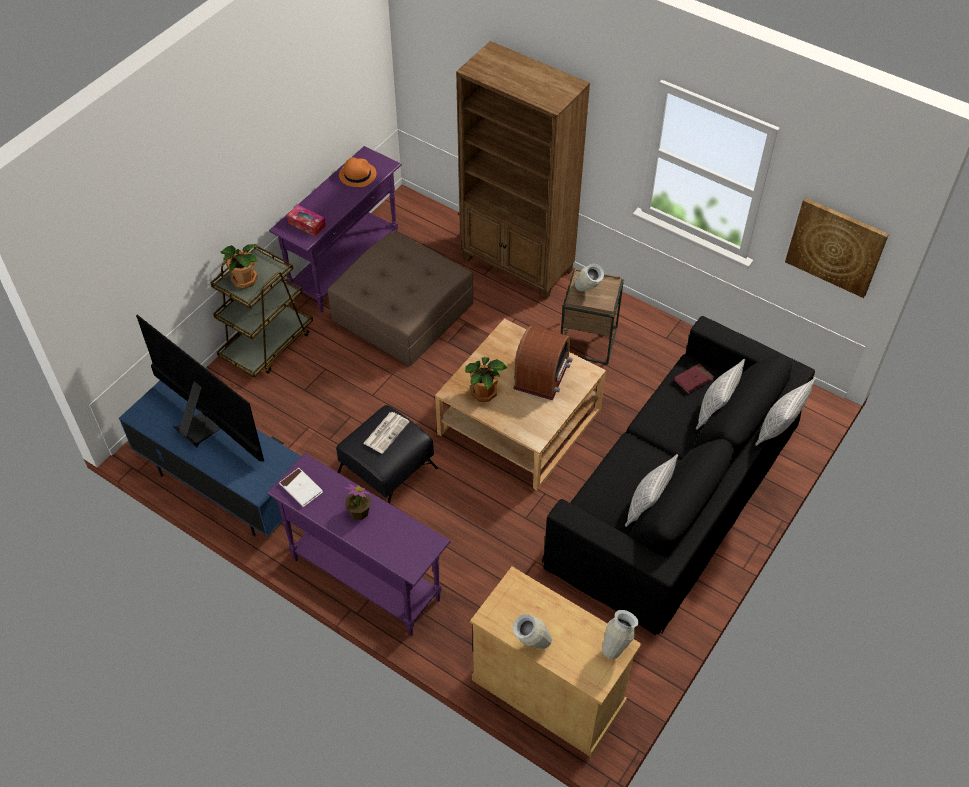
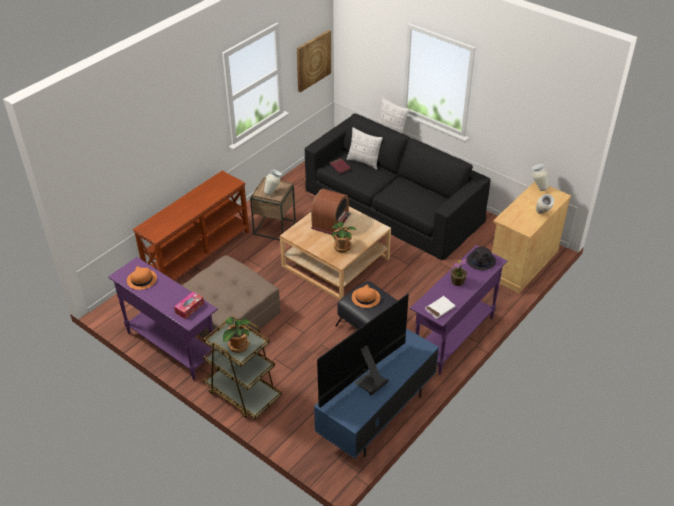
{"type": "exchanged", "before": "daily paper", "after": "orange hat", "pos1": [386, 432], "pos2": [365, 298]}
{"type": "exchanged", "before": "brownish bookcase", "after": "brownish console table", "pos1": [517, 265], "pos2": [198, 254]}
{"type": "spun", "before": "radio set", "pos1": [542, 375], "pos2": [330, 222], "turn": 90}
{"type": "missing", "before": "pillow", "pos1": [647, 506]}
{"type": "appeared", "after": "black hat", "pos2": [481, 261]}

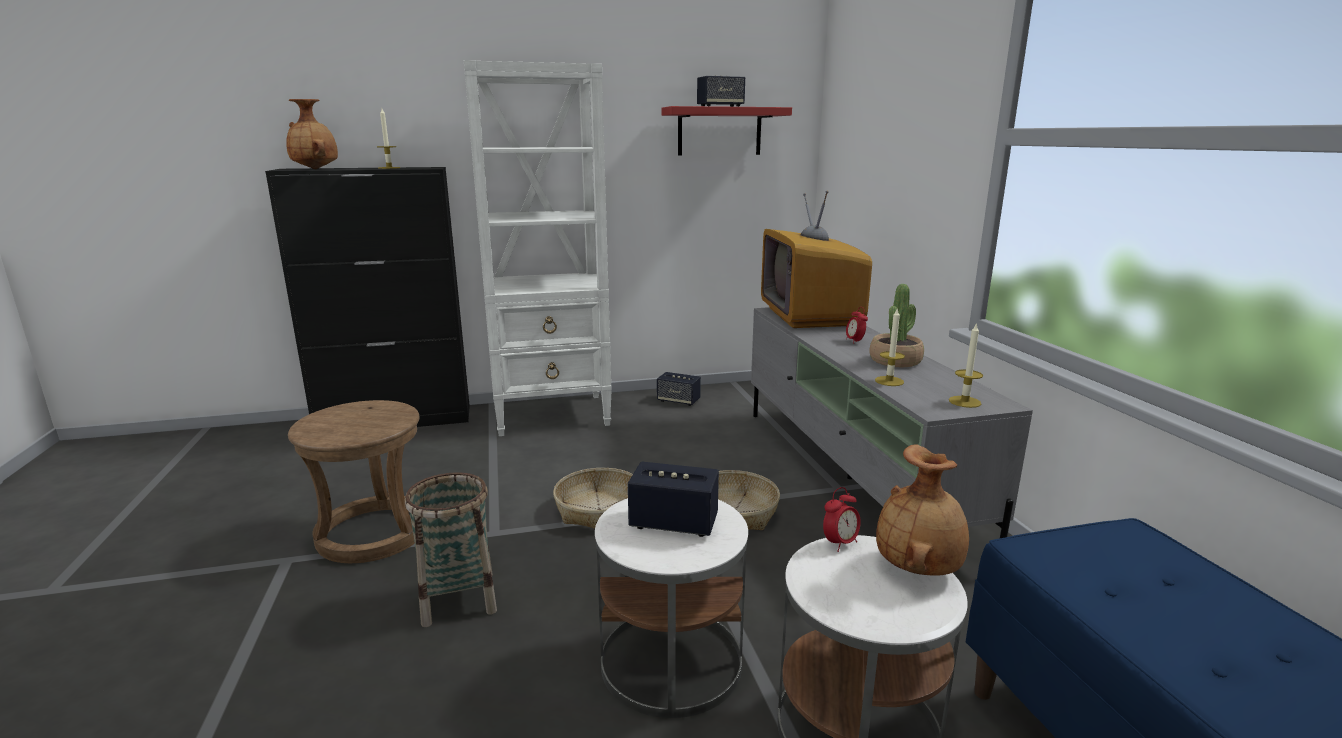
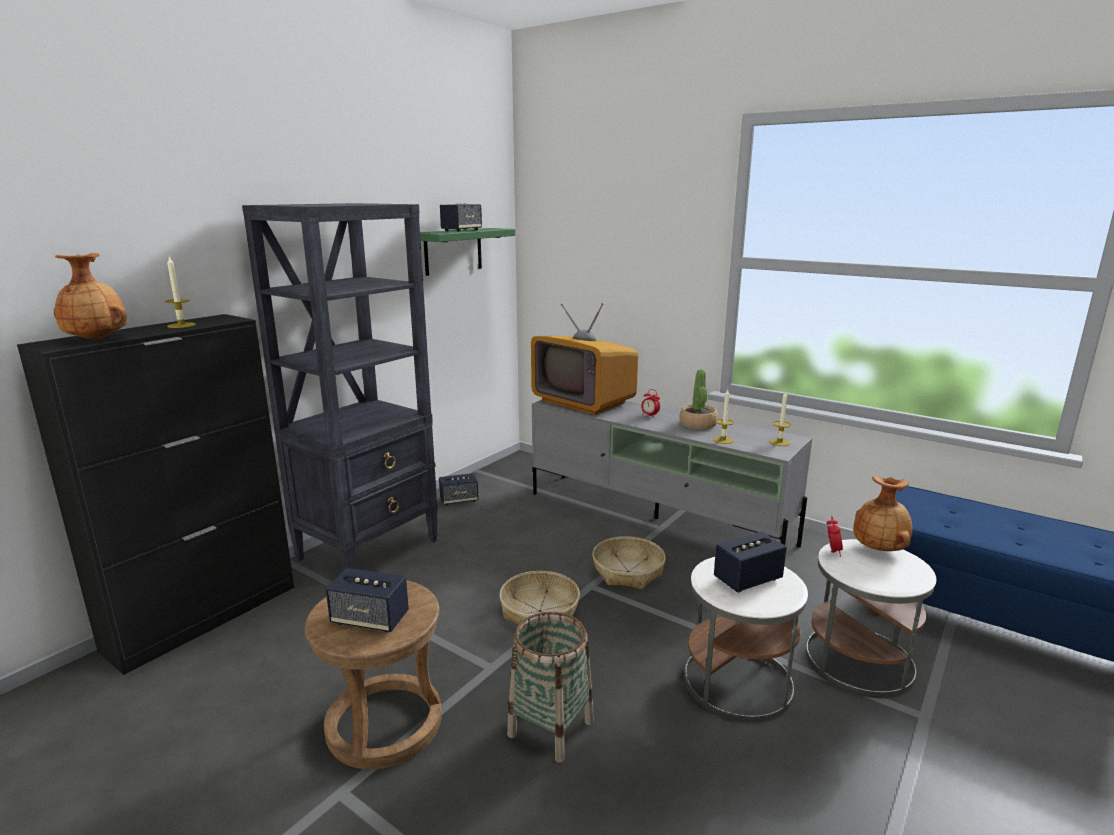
{"type": "colour", "before": "whitish bookcase", "after": "black bookcase", "pos1": [553, 414], "pos2": [369, 549]}
{"type": "colour", "before": "red shelf", "after": "greenish shelf", "pos1": [719, 131], "pos2": [453, 251]}
{"type": "appeared", "after": "loudspeaker", "pos2": [370, 619]}

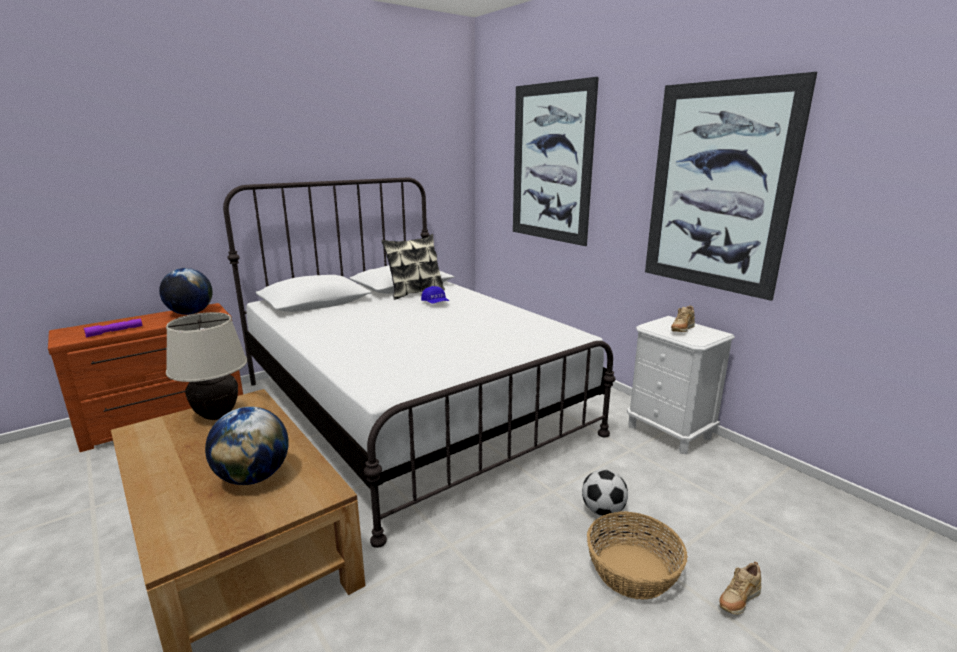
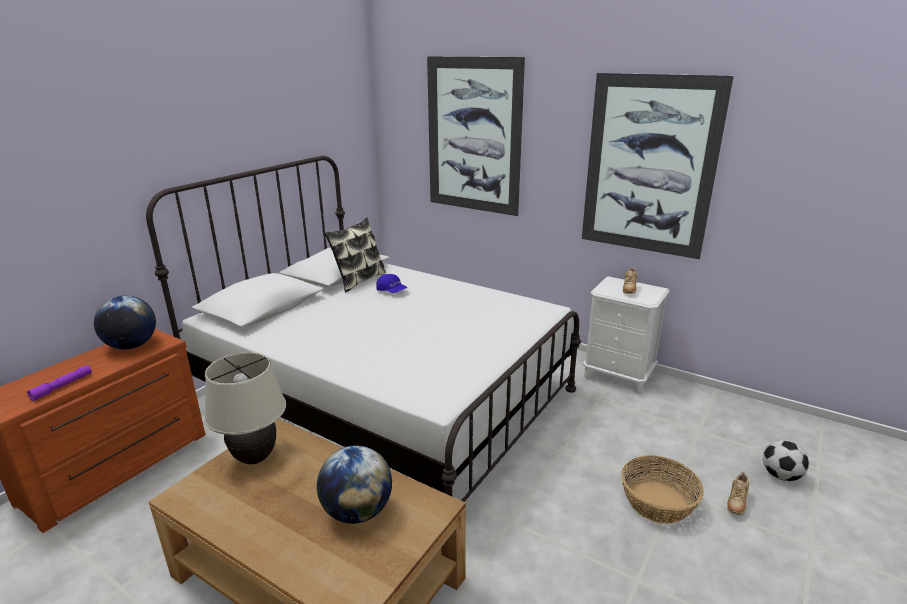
{"type": "relocated", "before": "football", "pos1": [603, 511], "pos2": [781, 476]}

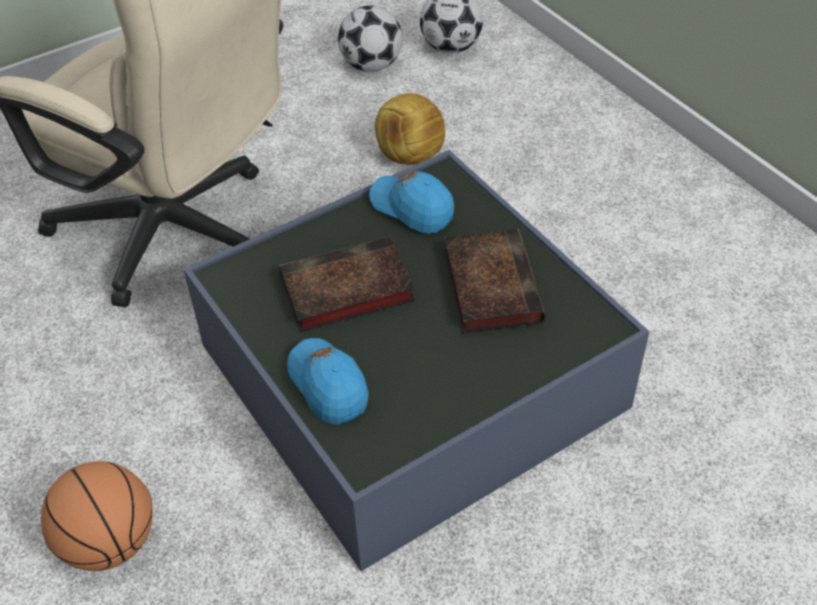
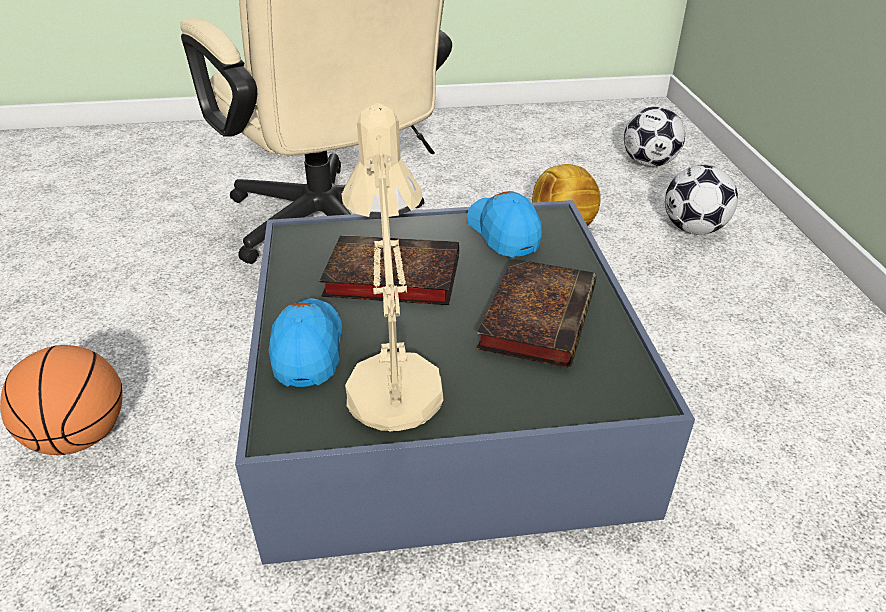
{"type": "relocated", "before": "football", "pos1": [371, 65], "pos2": [693, 229]}
{"type": "appeared", "after": "sand-coloured tabletop lamp", "pos2": [393, 379]}

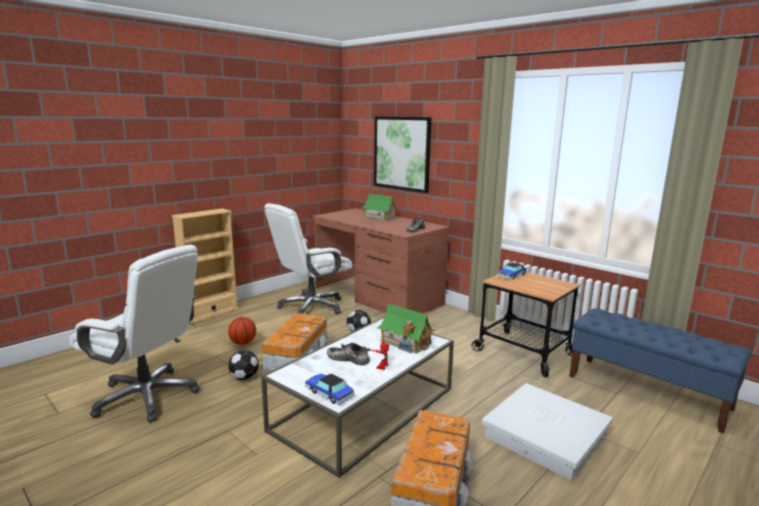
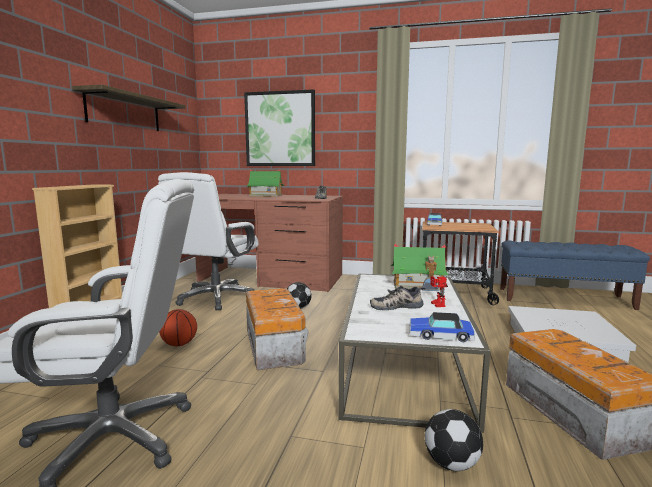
{"type": "relocated", "before": "football", "pos1": [244, 377], "pos2": [451, 463]}
{"type": "appeared", "after": "shelf", "pos2": [124, 112]}

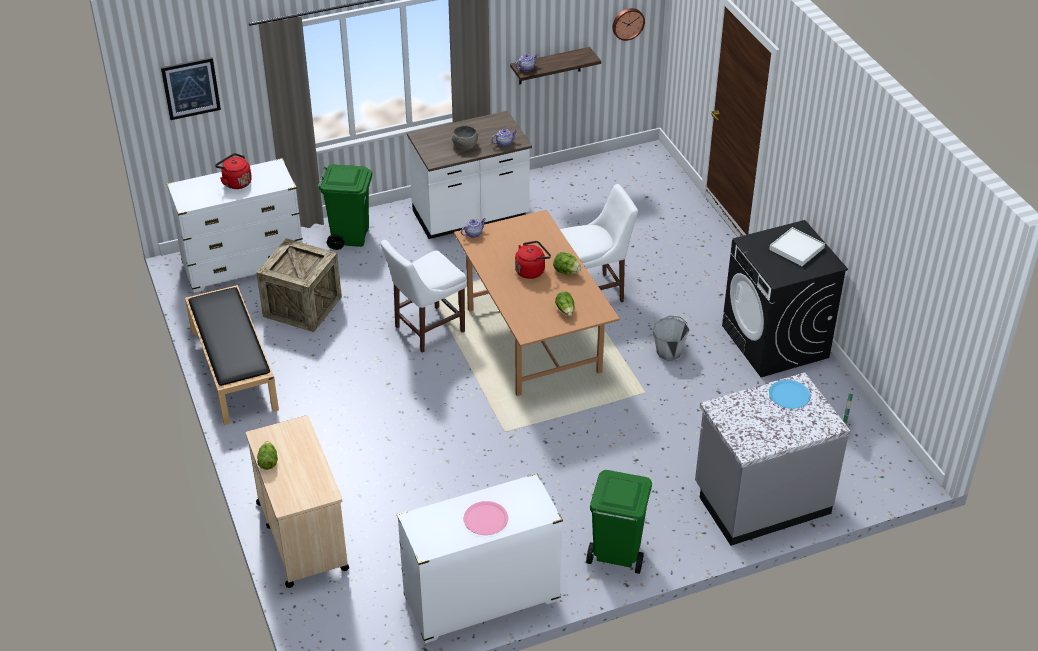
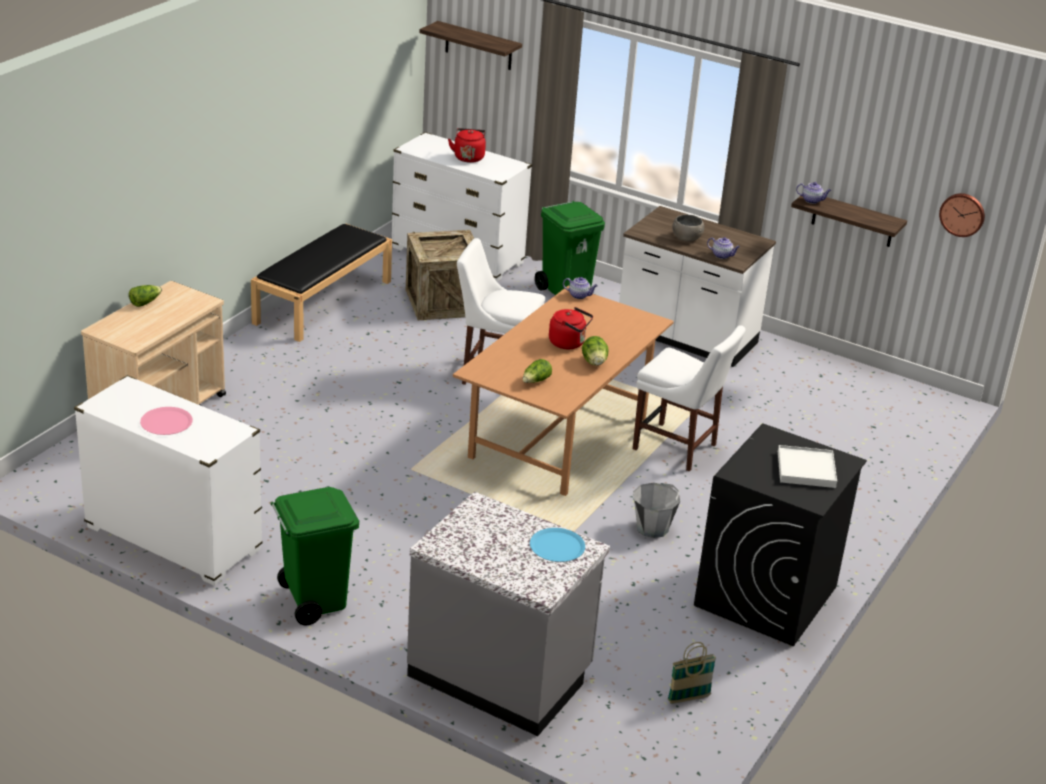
{"type": "exchanged", "before": "wall picture", "after": "shelf", "pos1": [190, 88], "pos2": [478, 46]}

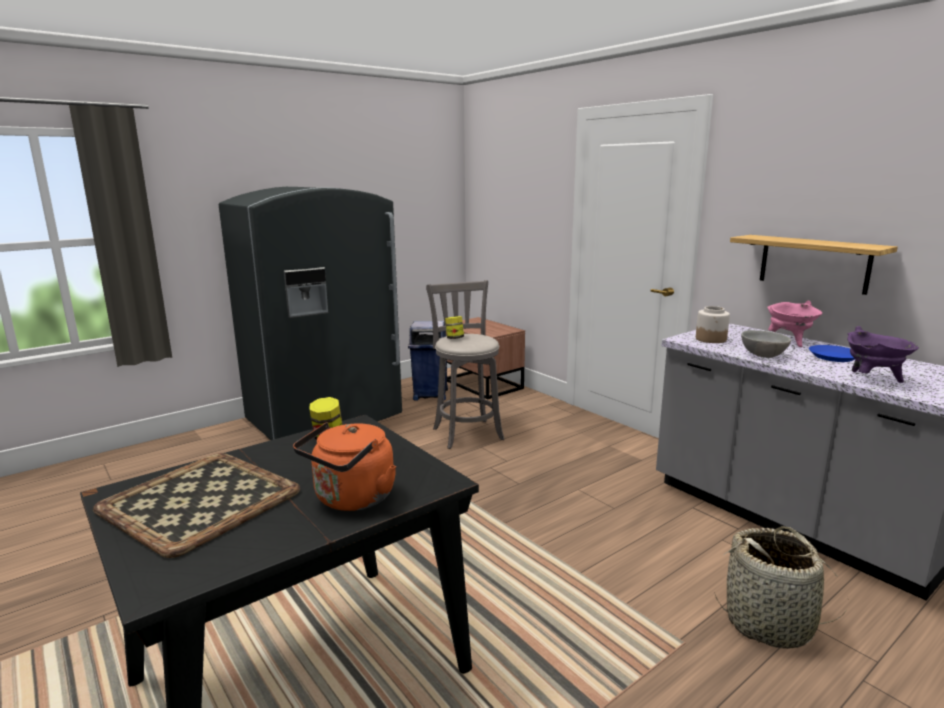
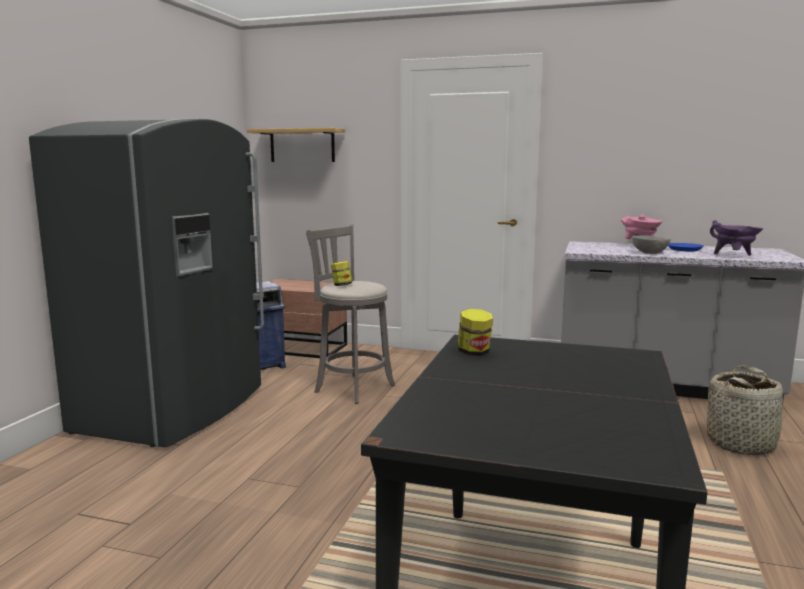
{"type": "missing", "before": "tray", "pos1": [200, 499]}
{"type": "missing", "before": "orange kettle", "pos1": [351, 499]}
{"type": "missing", "before": "storage jar", "pos1": [711, 339]}
{"type": "relocated", "before": "shelf", "pos1": [813, 263], "pos2": [302, 145]}

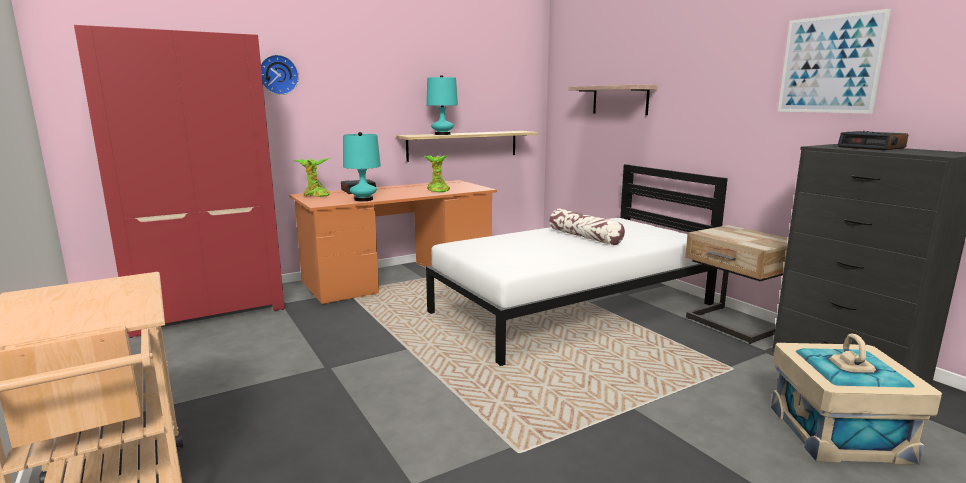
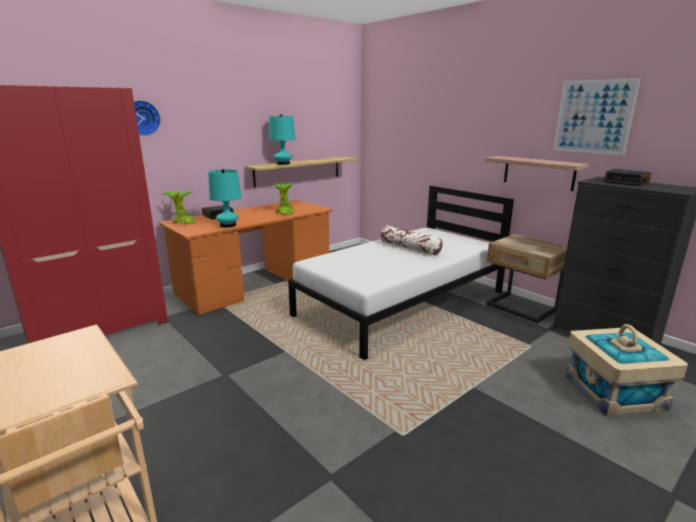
{"type": "relocated", "before": "shelf", "pos1": [620, 100], "pos2": [538, 172]}

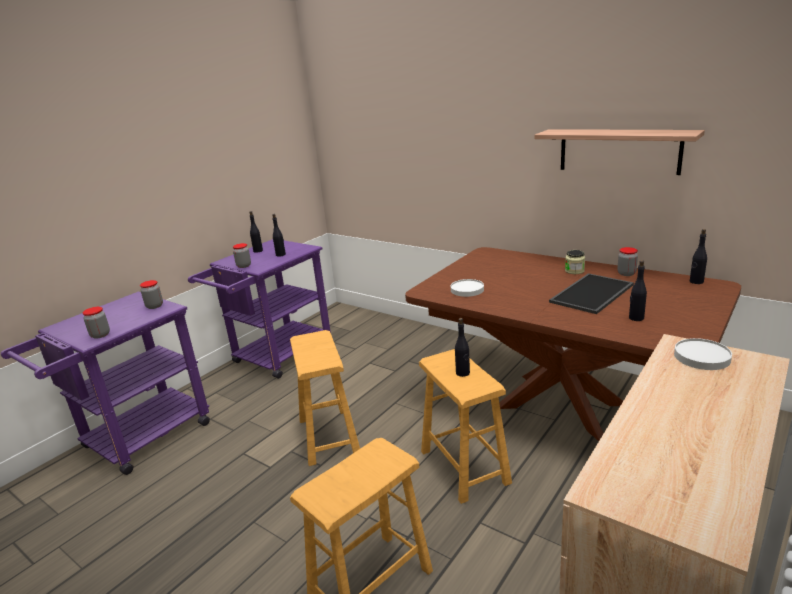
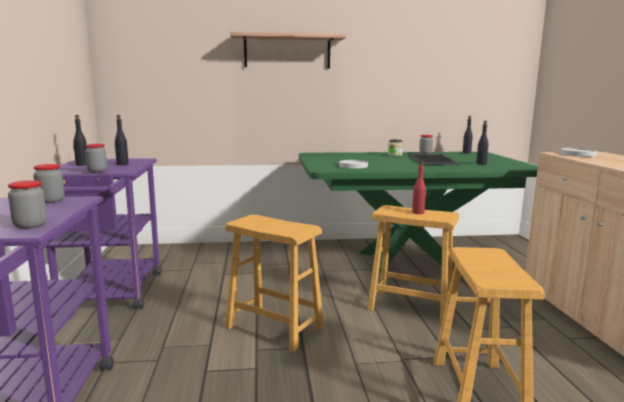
{"type": "colour", "before": "brownish kitchen table", "after": "greenish kitchen table", "pos1": [560, 404], "pos2": [406, 260]}
{"type": "colour", "before": "black drink bottle", "after": "red drink bottle", "pos1": [463, 373], "pos2": [418, 212]}
{"type": "relocated", "before": "shelf", "pos1": [618, 151], "pos2": [287, 52]}

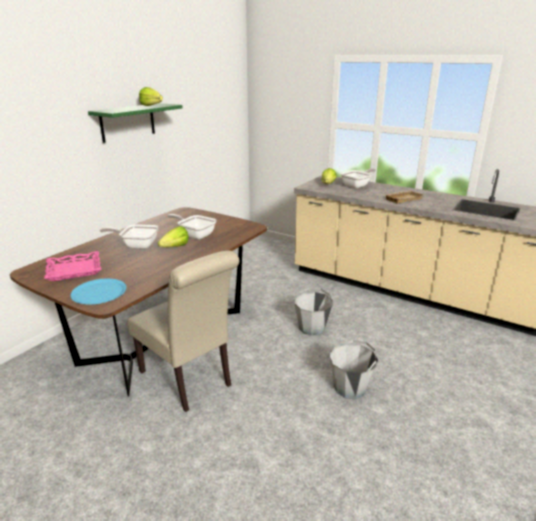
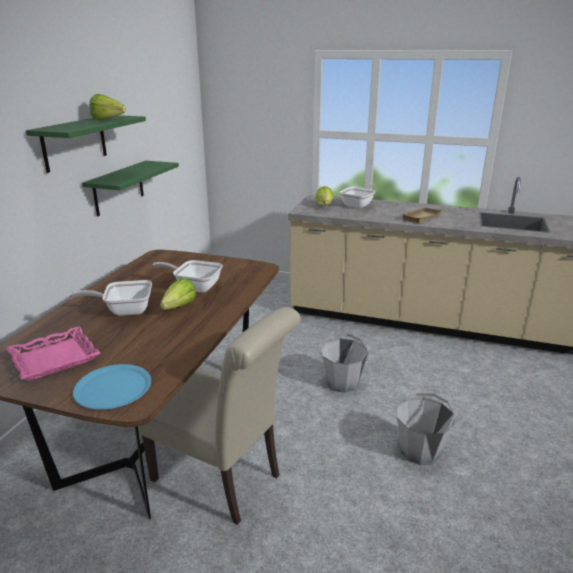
{"type": "appeared", "after": "greenish shelf", "pos2": [118, 188]}

